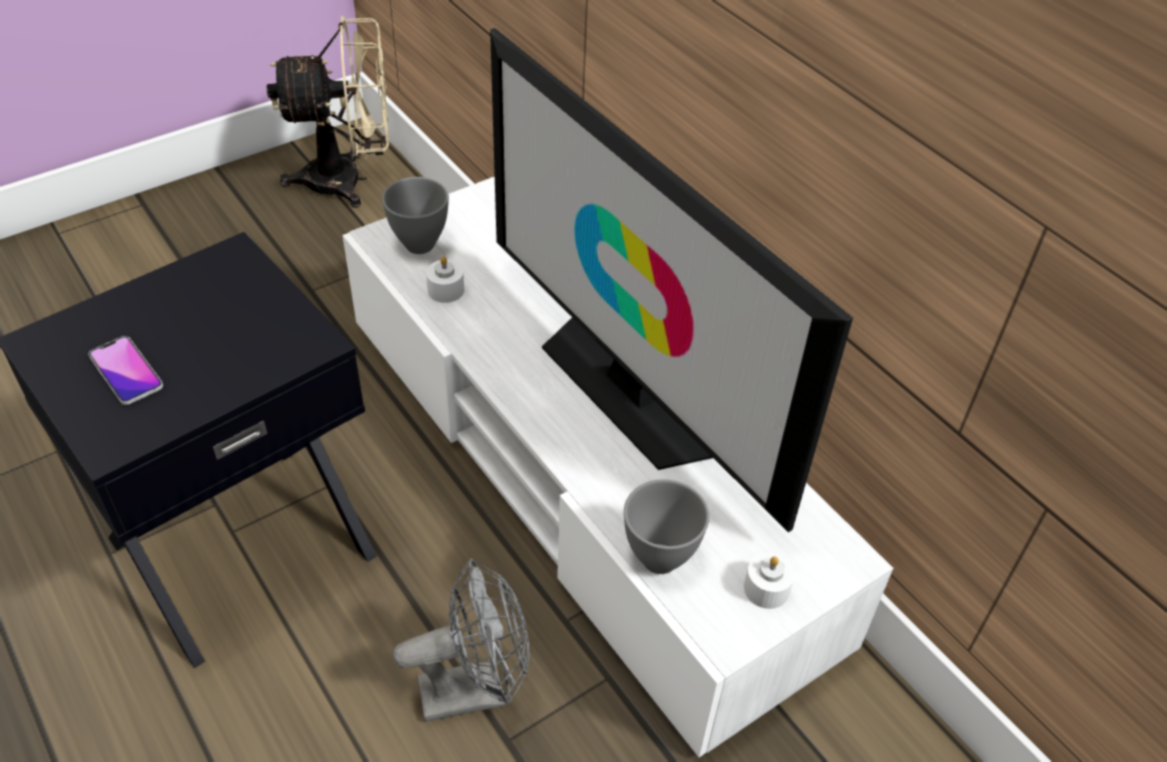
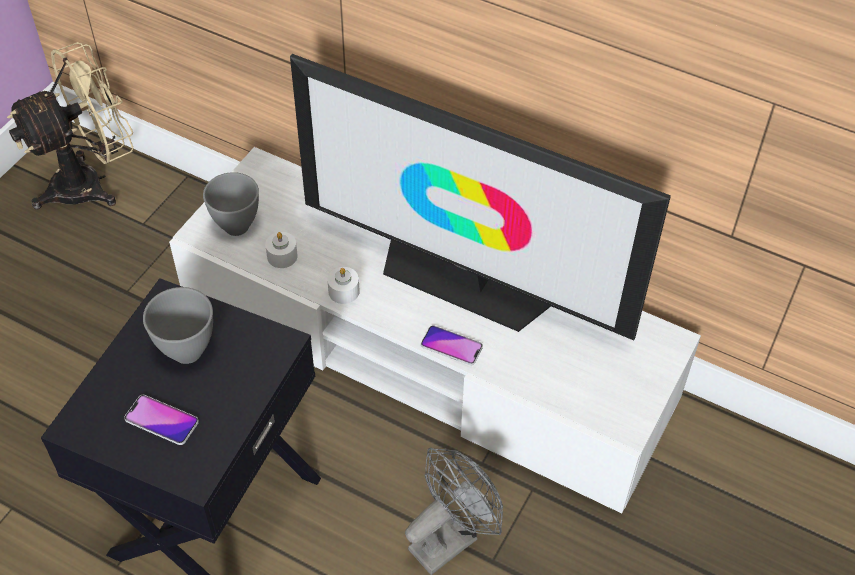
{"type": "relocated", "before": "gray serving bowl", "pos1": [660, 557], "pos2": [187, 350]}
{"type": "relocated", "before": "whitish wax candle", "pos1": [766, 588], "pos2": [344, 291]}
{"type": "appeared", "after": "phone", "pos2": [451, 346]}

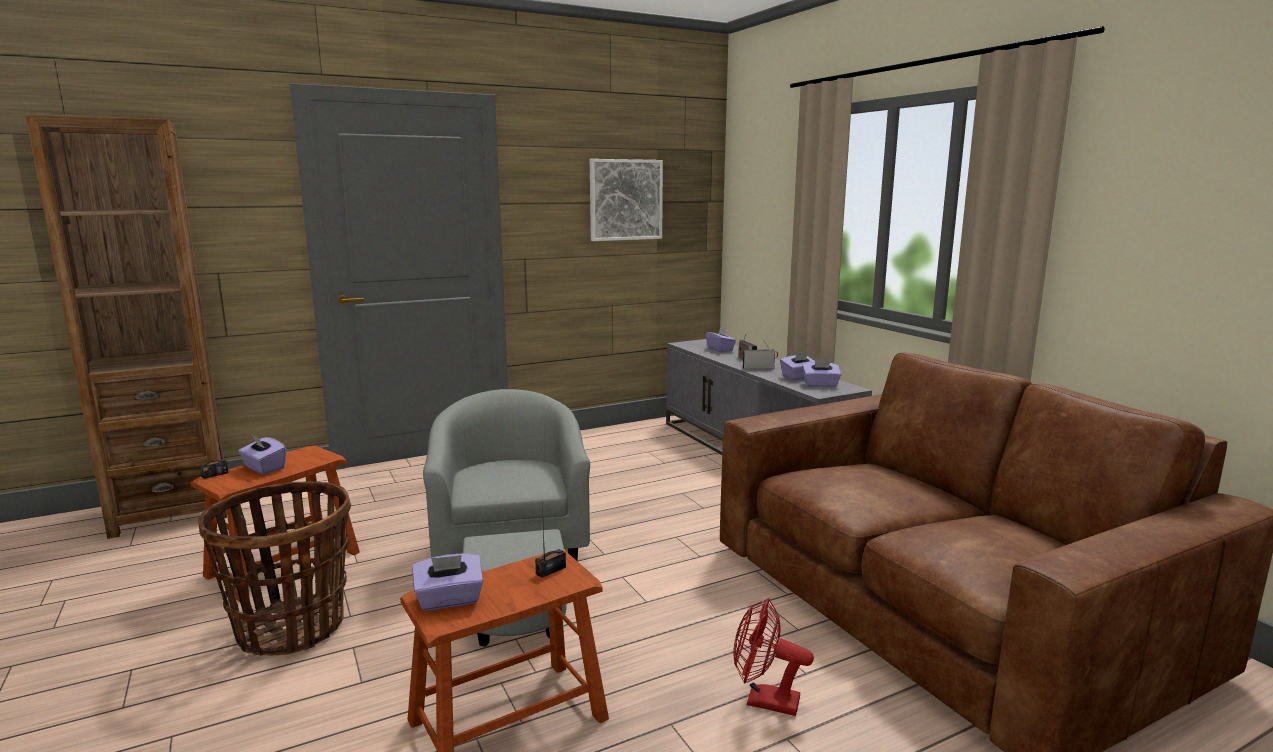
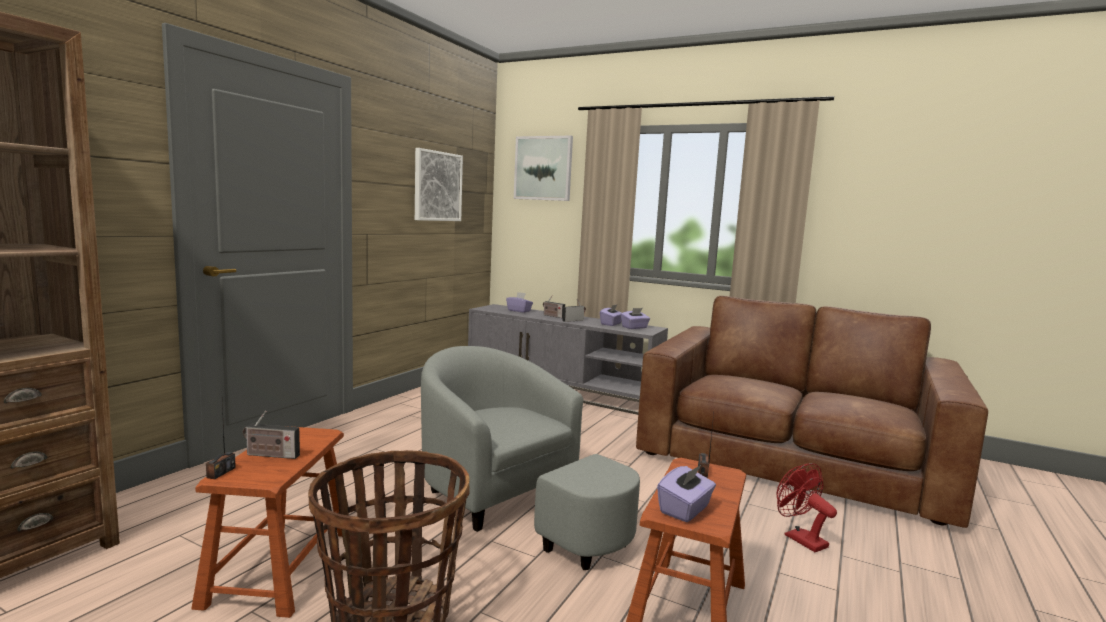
{"type": "exchanged", "before": "purple-coloured tissue holder", "after": "radio set", "pos1": [264, 468], "pos2": [270, 455]}
{"type": "spun", "before": "red cooling fan", "pos1": [764, 701], "pos2": [800, 538], "turn": 75}
{"type": "appeared", "after": "wall picture", "pos2": [543, 168]}

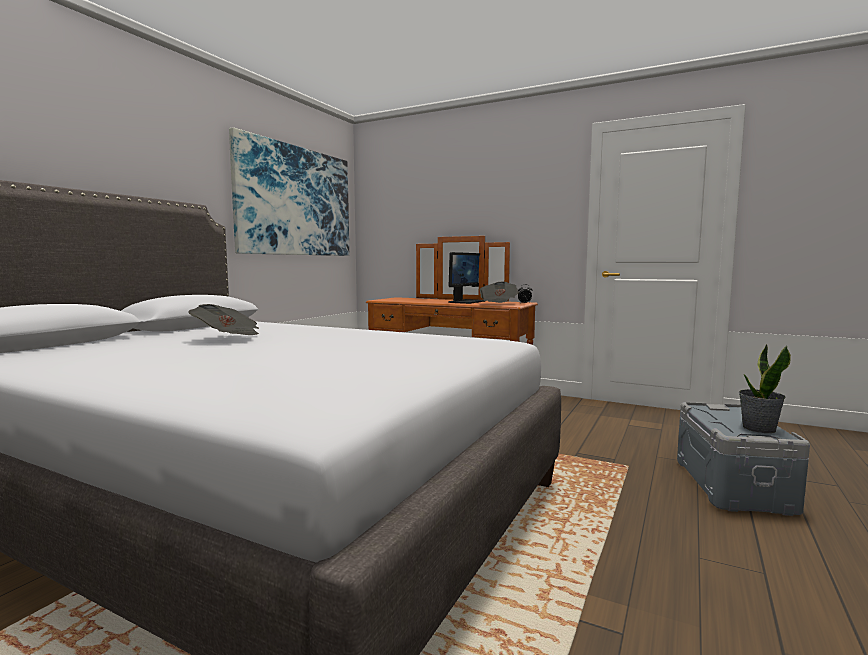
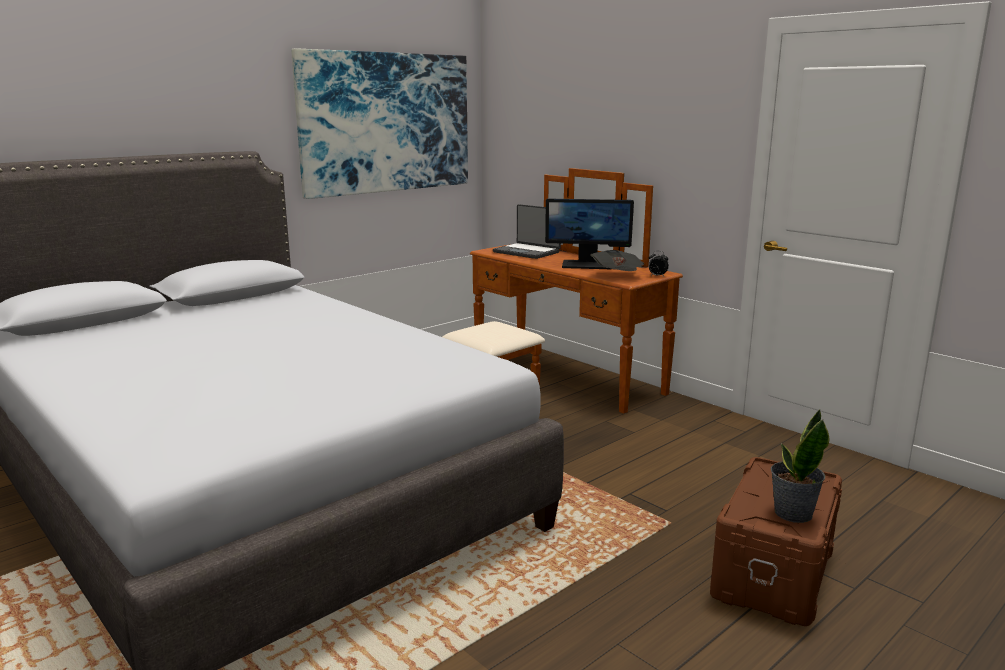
{"type": "missing", "before": "daily paper", "pos1": [229, 339]}
{"type": "spun", "before": "computer display", "pos1": [466, 301], "pos2": [587, 265], "turn": 45}
{"type": "colour", "before": "gray storage bin", "after": "brownish storage bin", "pos1": [730, 485], "pos2": [771, 572]}
{"type": "appeared", "after": "laptop", "pos2": [527, 252]}

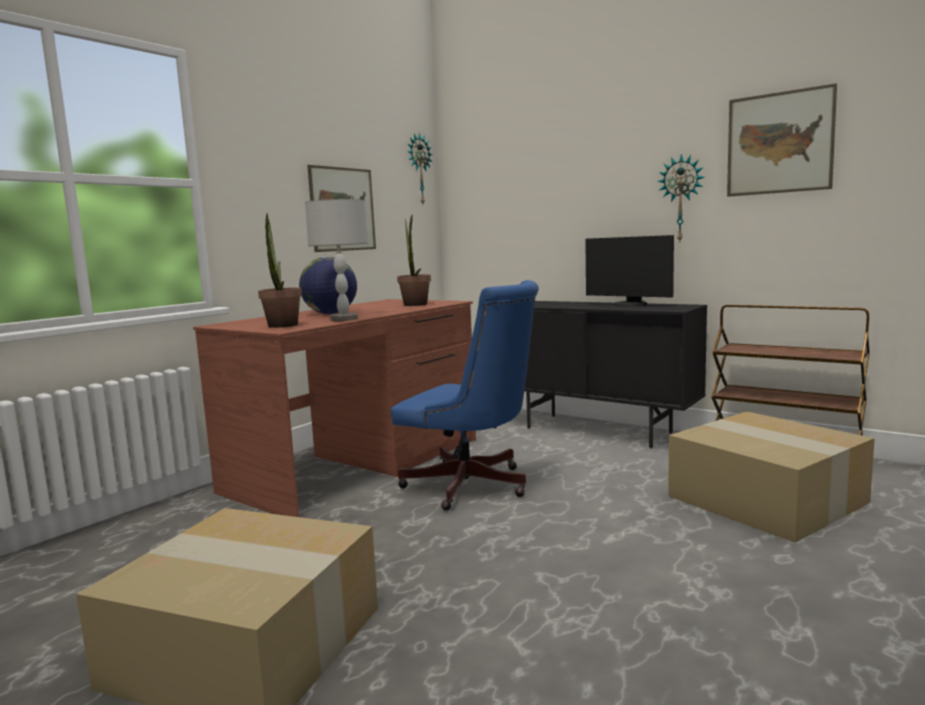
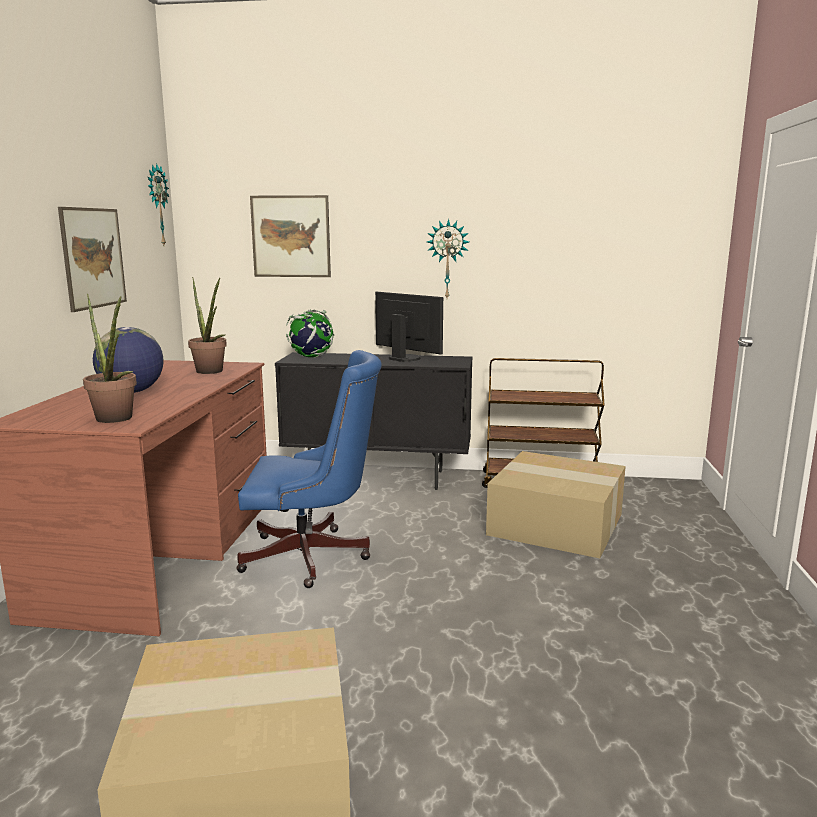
{"type": "missing", "before": "gray tabletop lamp", "pos1": [344, 319]}
{"type": "spun", "before": "computer display", "pos1": [629, 305], "pos2": [405, 358], "turn": -150}
{"type": "relocated", "before": "wall picture", "pos1": [779, 143], "pos2": [291, 236]}
{"type": "appeared", "after": "world globe", "pos2": [311, 357]}

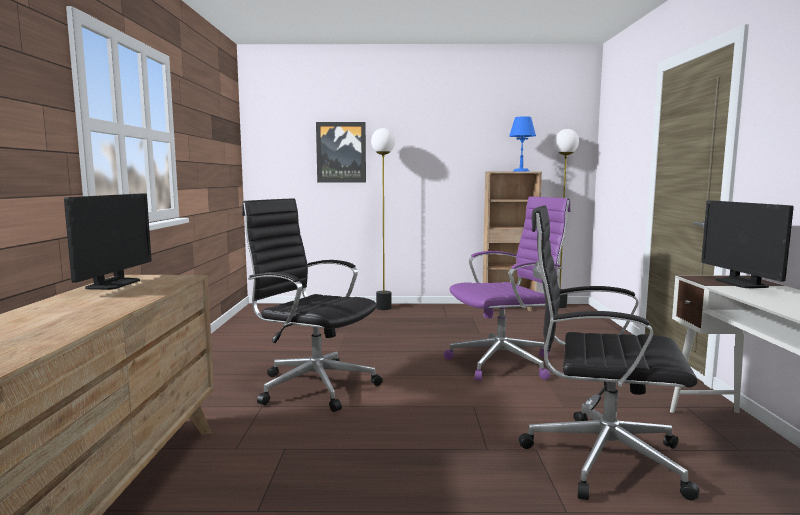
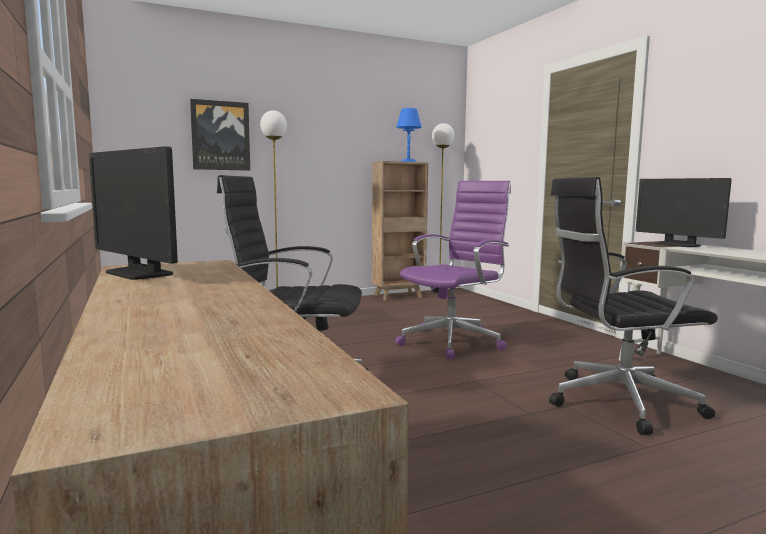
{"type": "spun", "before": "computer display", "pos1": [113, 284], "pos2": [139, 273], "turn": 150}

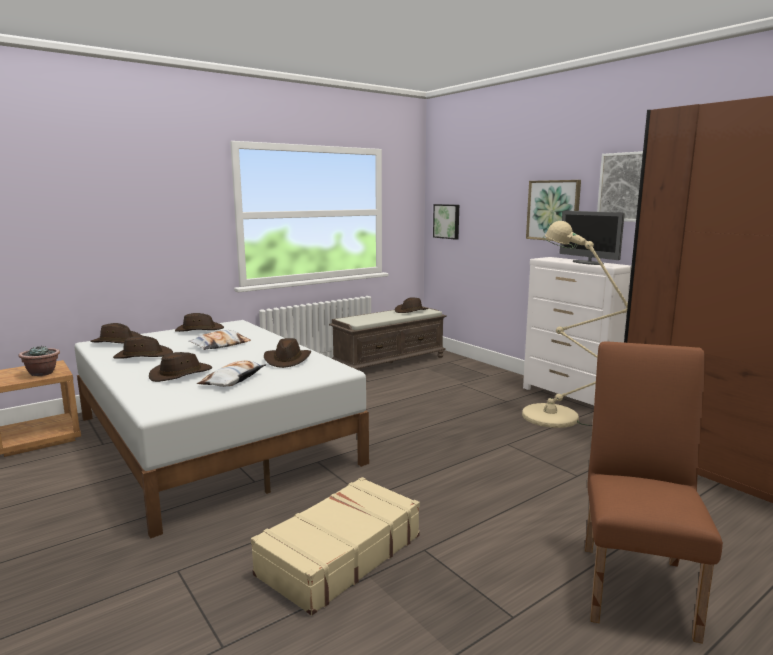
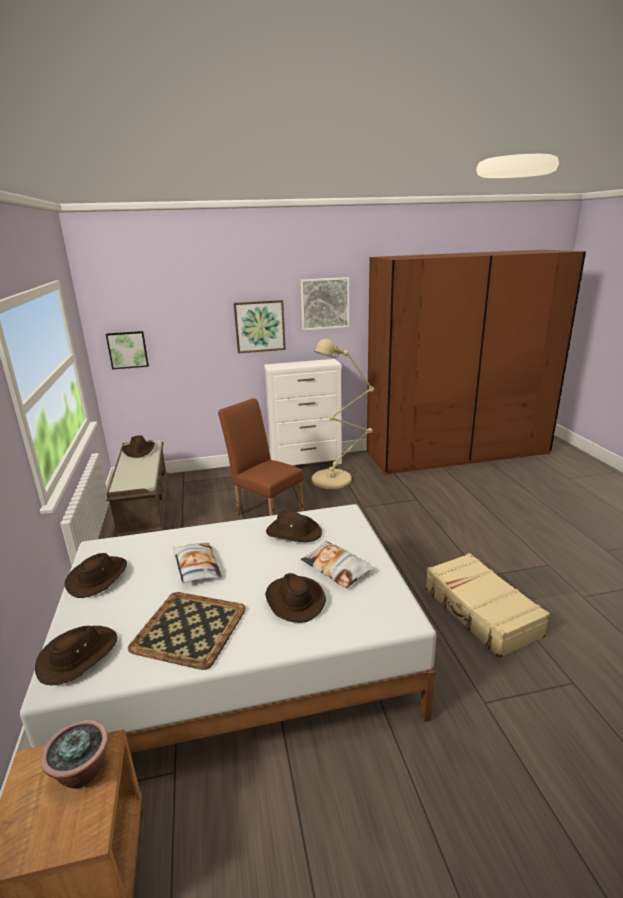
{"type": "exchanged", "before": "brownish hat", "after": "tray", "pos1": [143, 356], "pos2": [188, 629]}
{"type": "missing", "before": "computer display", "pos1": [588, 263]}
{"type": "relocated", "before": "brownish upright chair", "pos1": [636, 583], "pos2": [266, 512]}

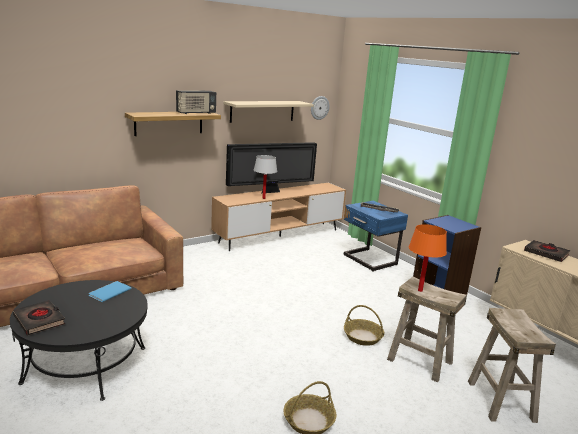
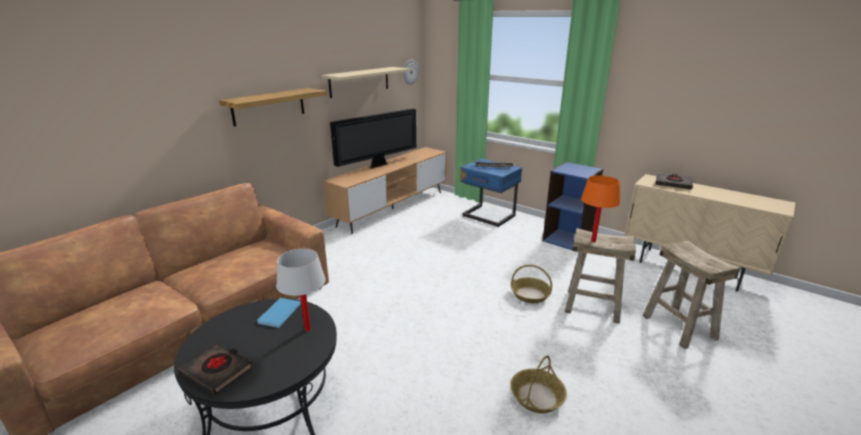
{"type": "missing", "before": "radio set", "pos1": [196, 113]}
{"type": "relocated", "before": "whitish tabletop lamp", "pos1": [263, 198], "pos2": [307, 329]}

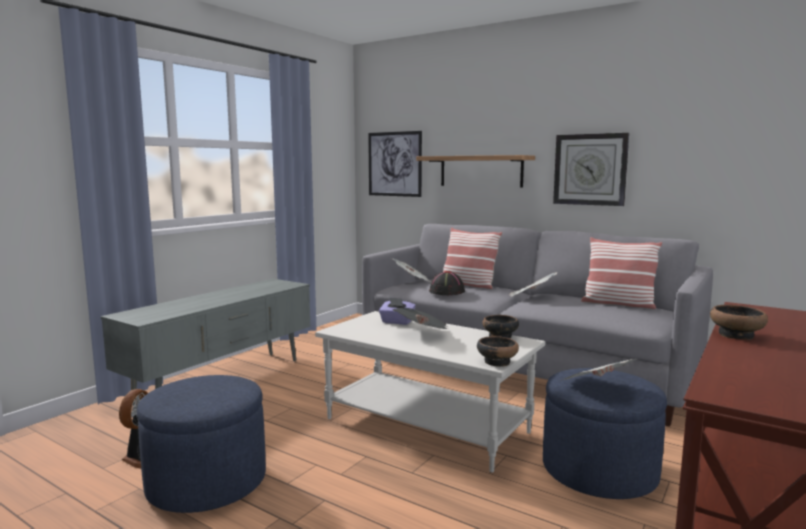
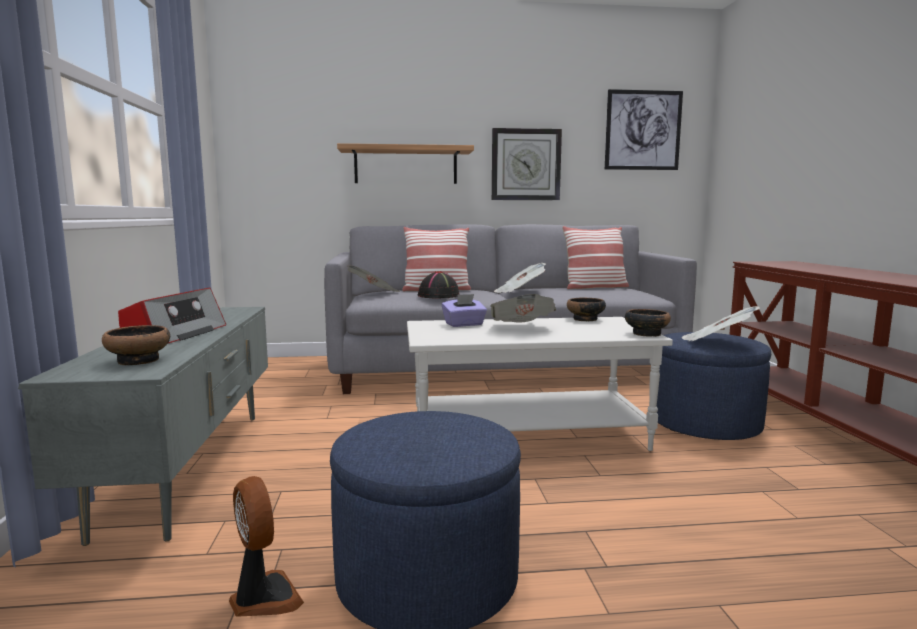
{"type": "relocated", "before": "wall picture", "pos1": [394, 164], "pos2": [643, 130]}
{"type": "relocated", "before": "serving bowl", "pos1": [736, 335], "pos2": [139, 360]}
{"type": "appeared", "after": "radio set", "pos2": [175, 334]}

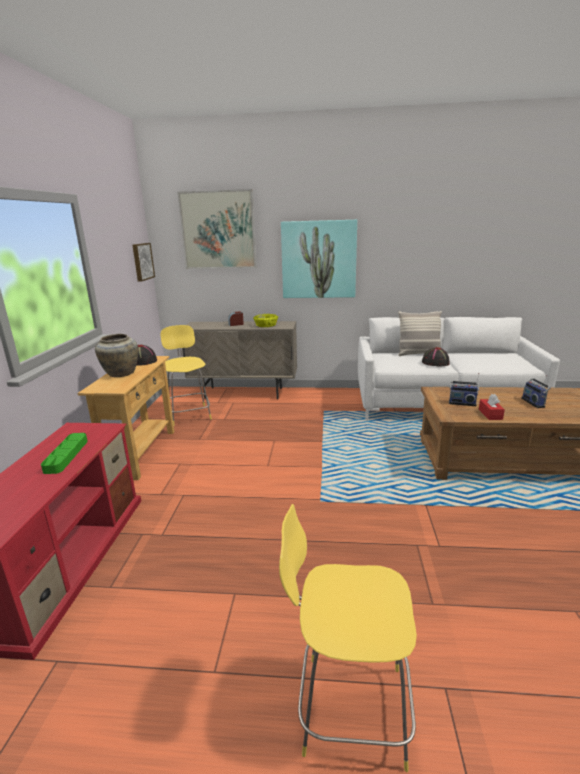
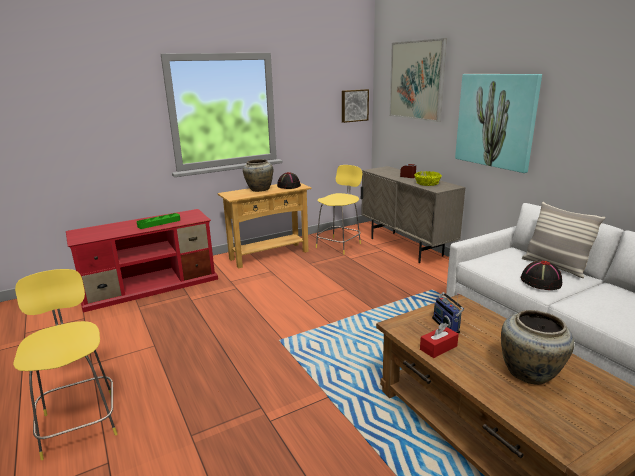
{"type": "exchanged", "before": "radio set", "after": "sand-coloured decorative vase", "pos1": [534, 402], "pos2": [530, 374]}

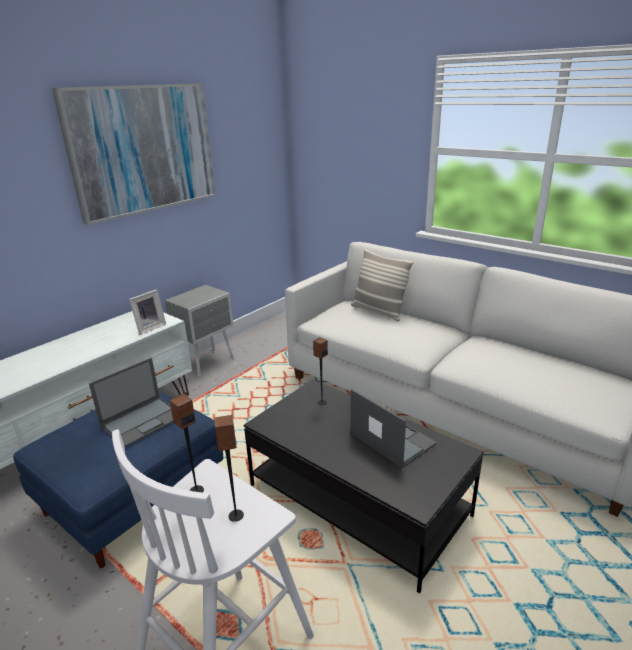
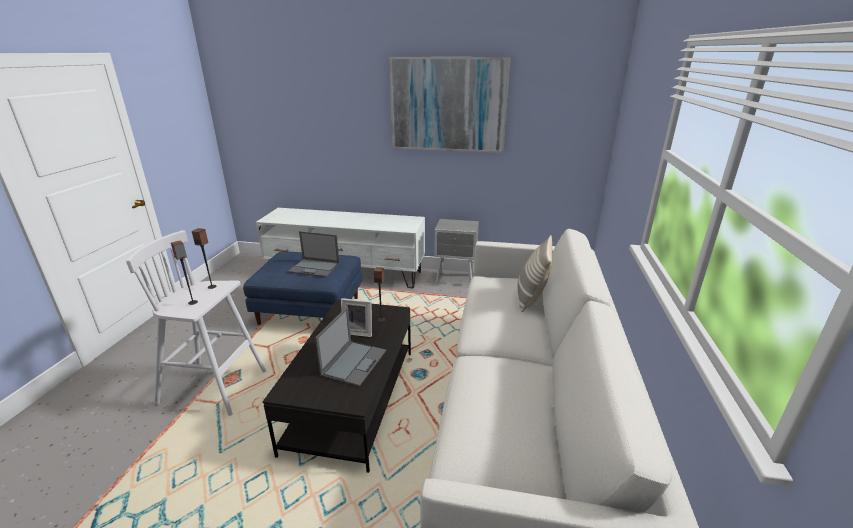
{"type": "relocated", "before": "picture frame", "pos1": [149, 328], "pos2": [358, 331]}

